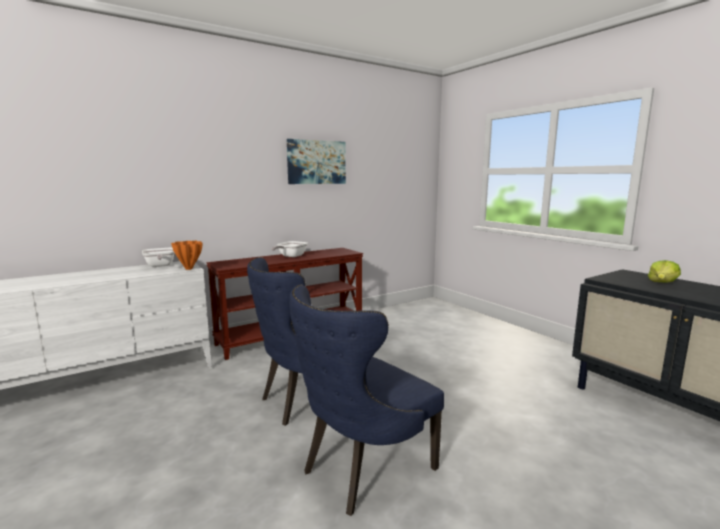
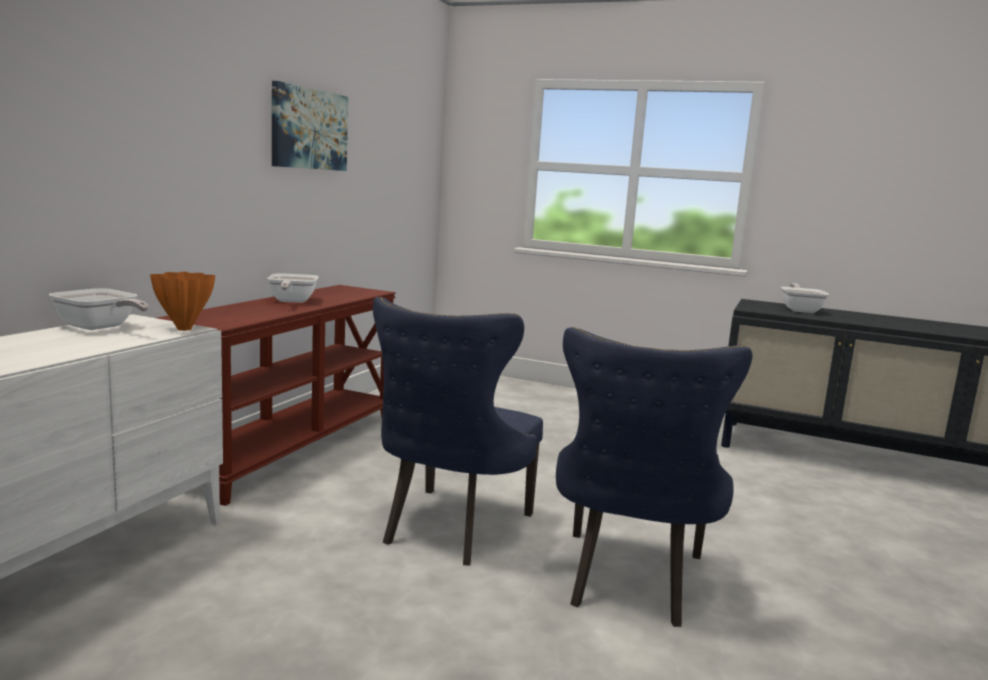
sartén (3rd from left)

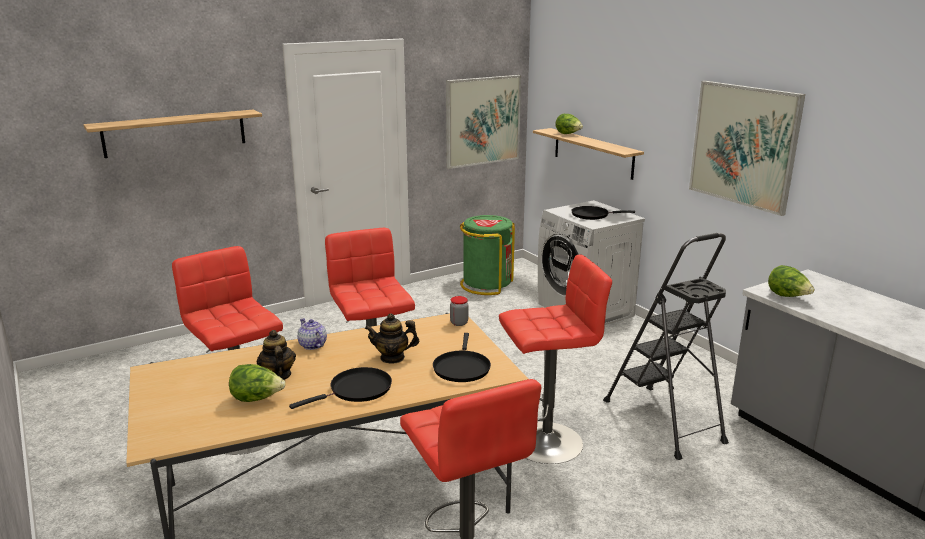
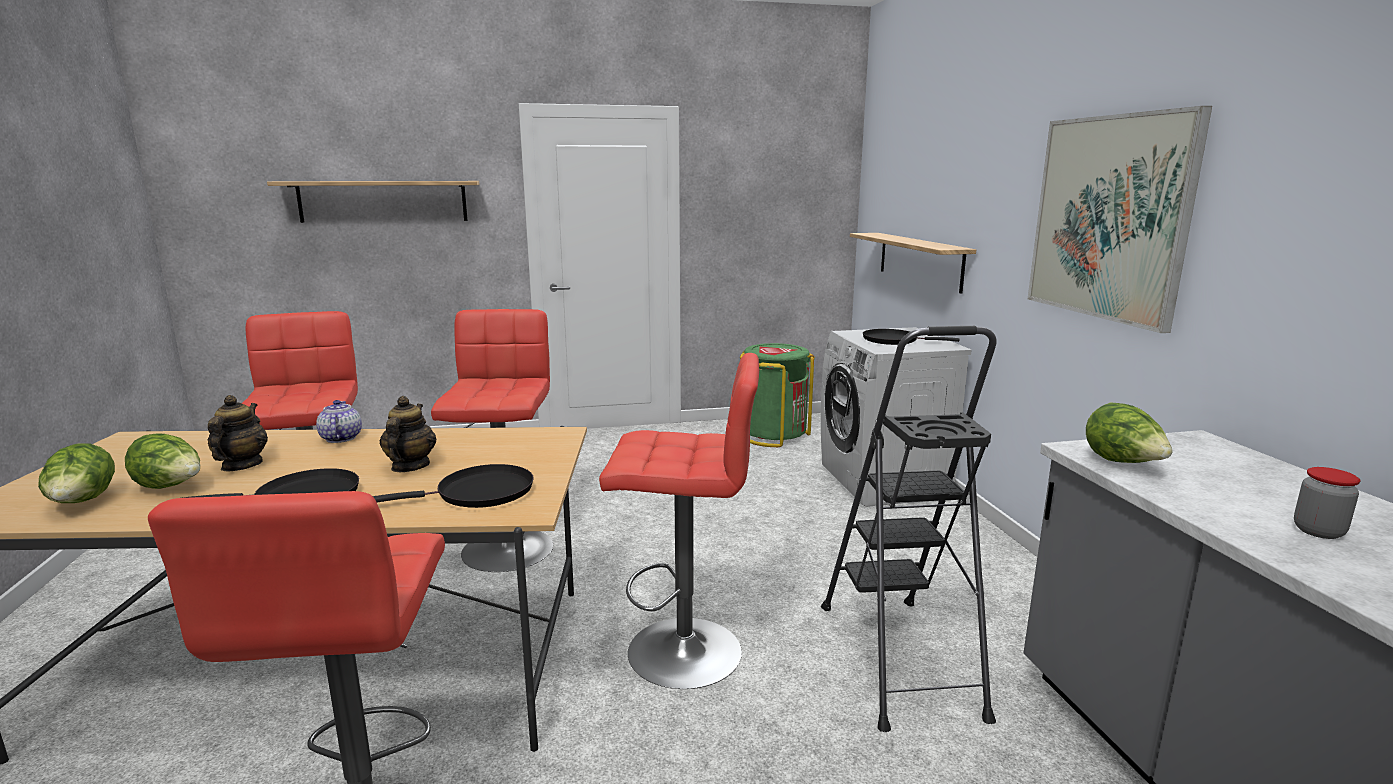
cuadro (1st from left in the first image)
lechuga (1st from left)
tarro
tetera (3rd from left)
sartén/negro (2nd from left)

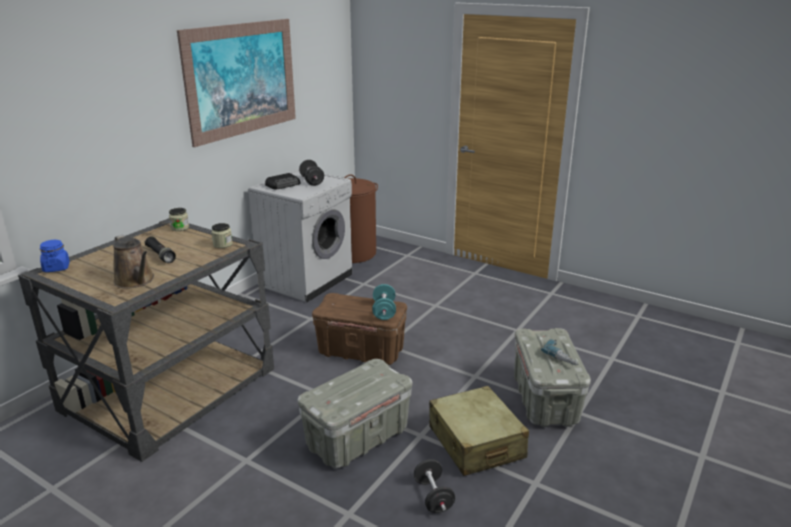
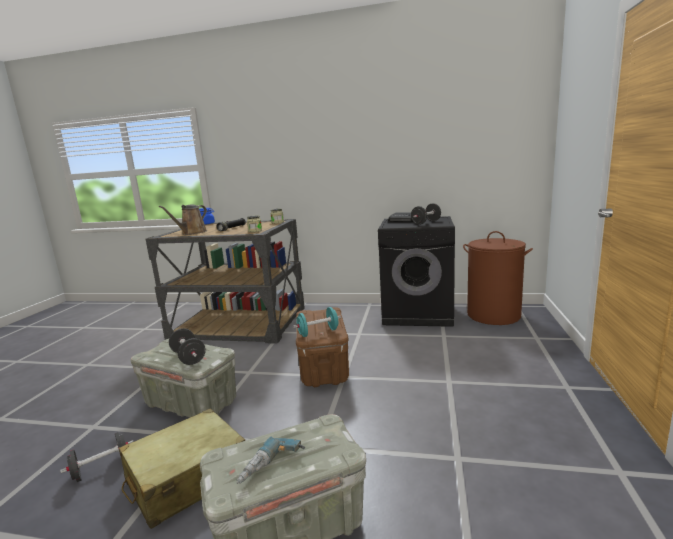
cuadro
lavadora/negro
mancuerna/negro (2nd from left)

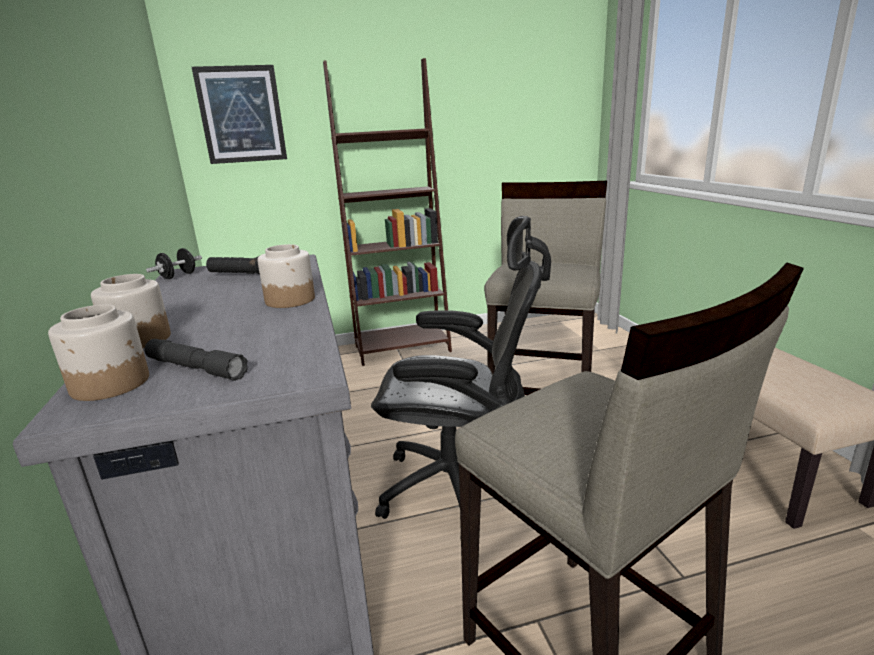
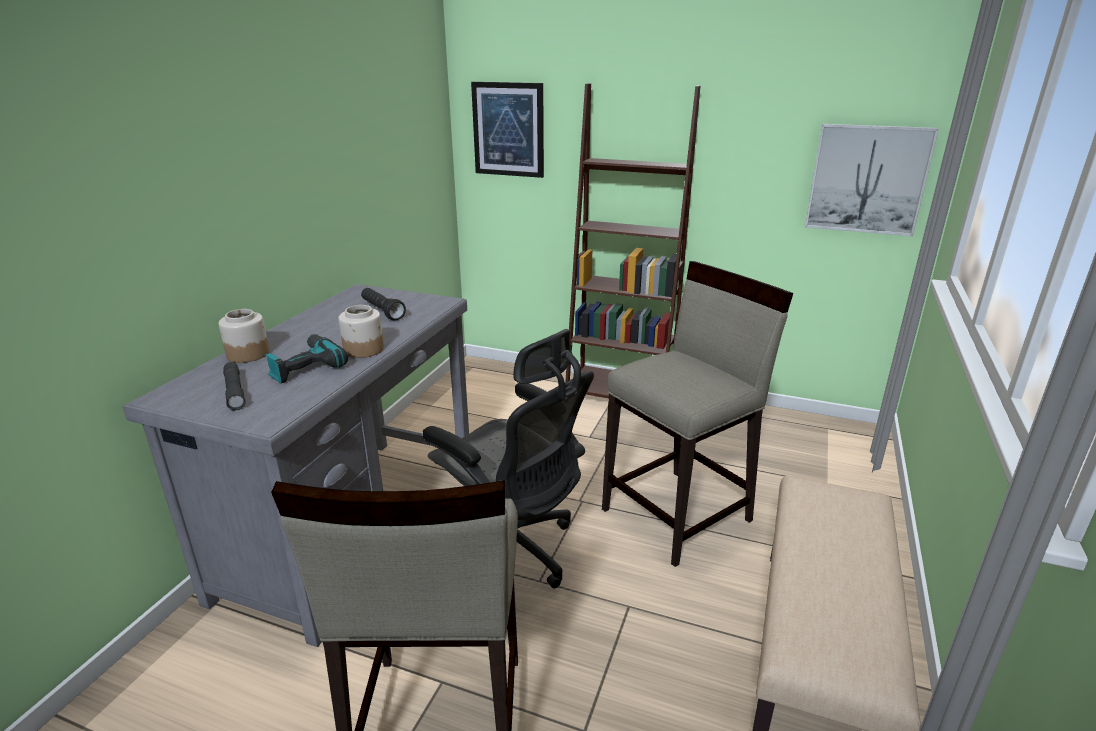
mancuerna/negro
tarro (1st from left in the first image)
cuadro (2nd from left)
taladro

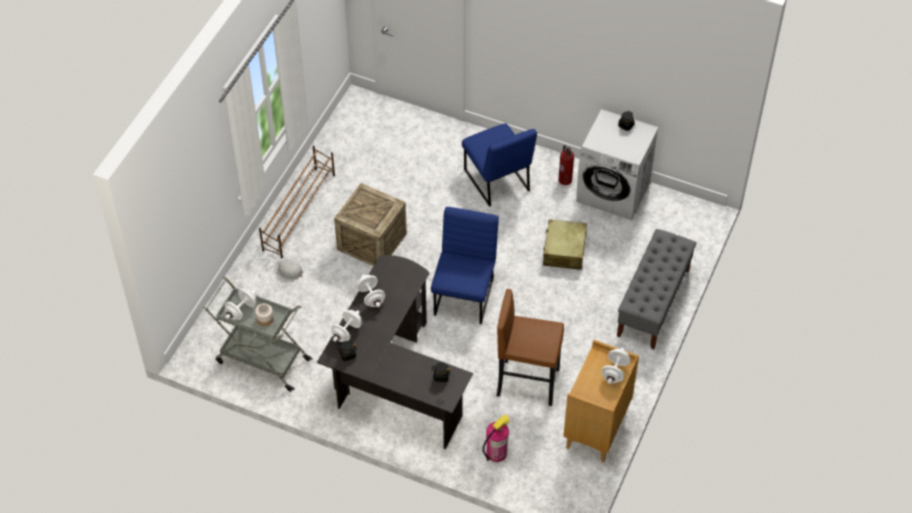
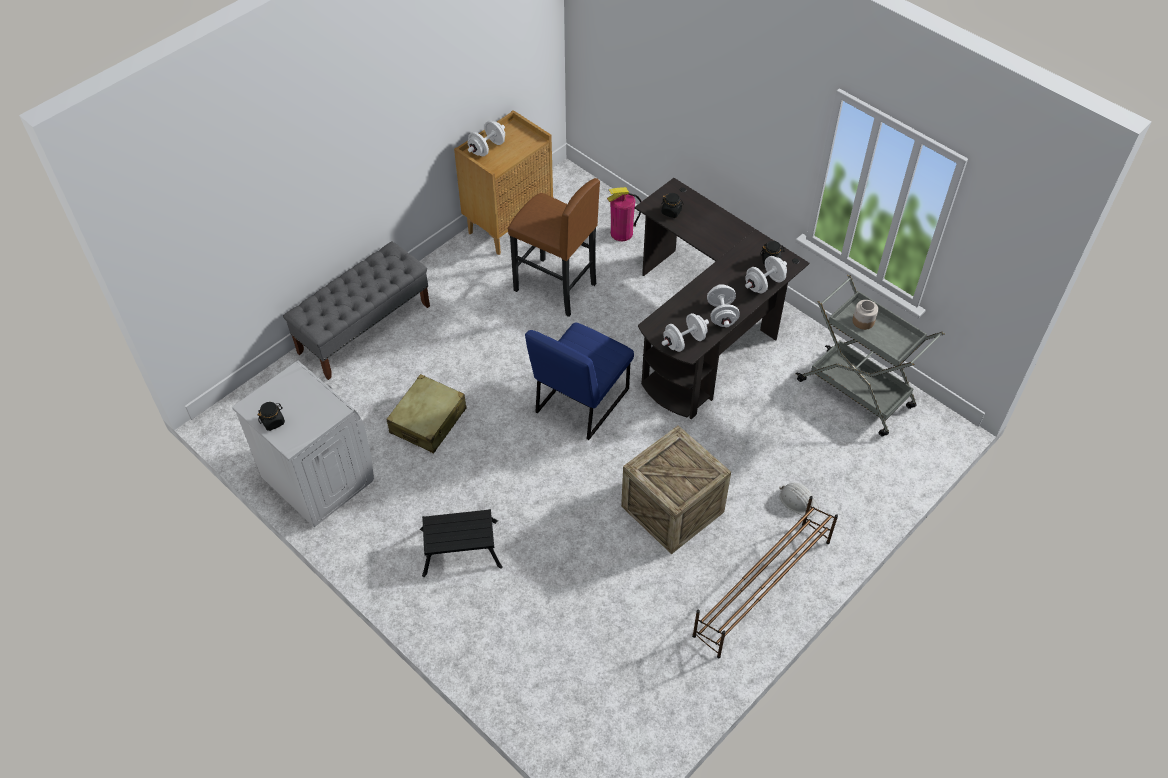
escalera de tijera/negro
extintor (2nd from left in the first image)
mancuerna/blanco (2nd from left)

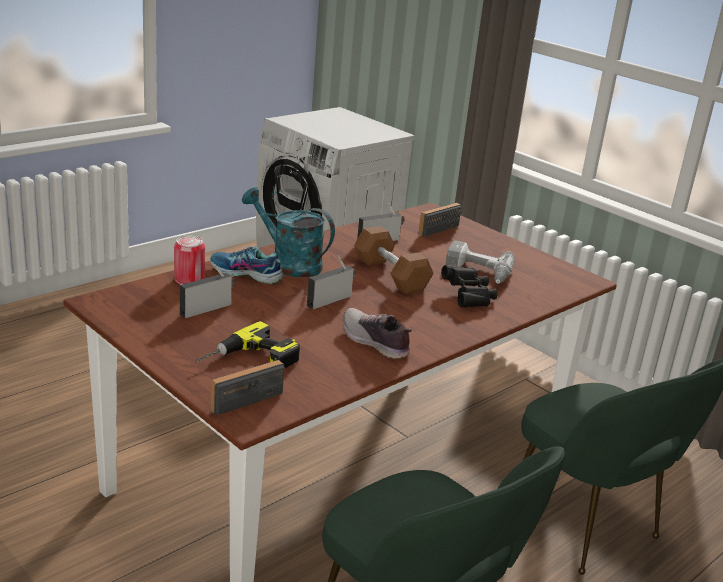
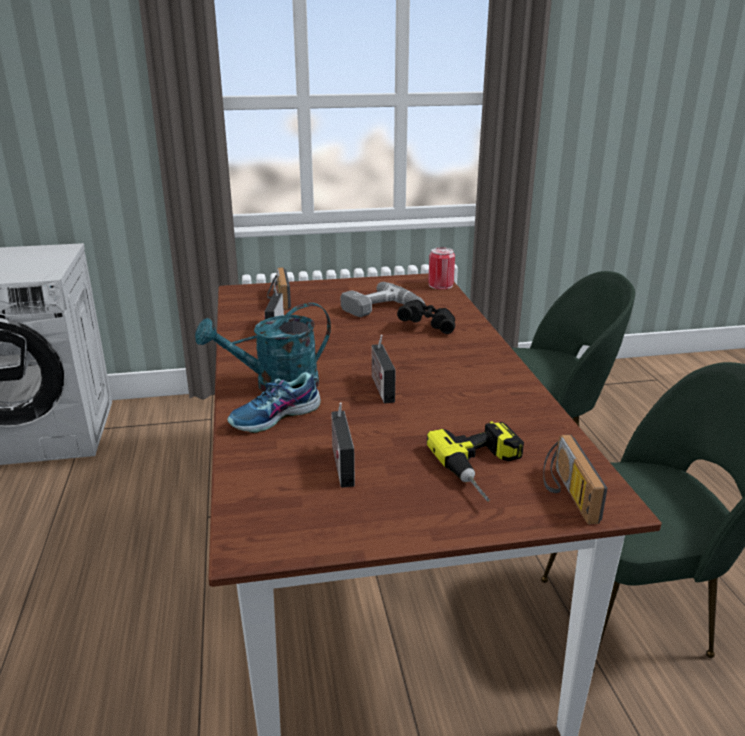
mancuerna/marrón
lata
zapato (2nd from left in the first image)

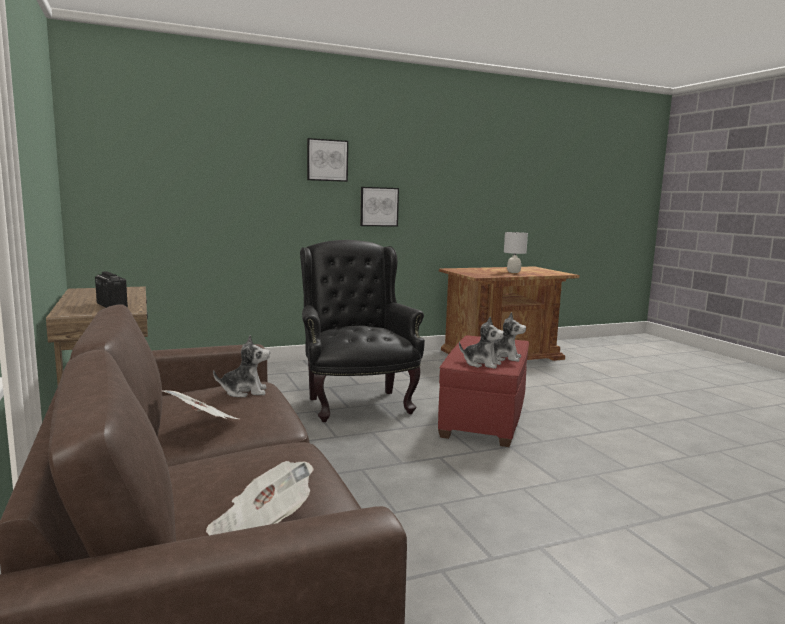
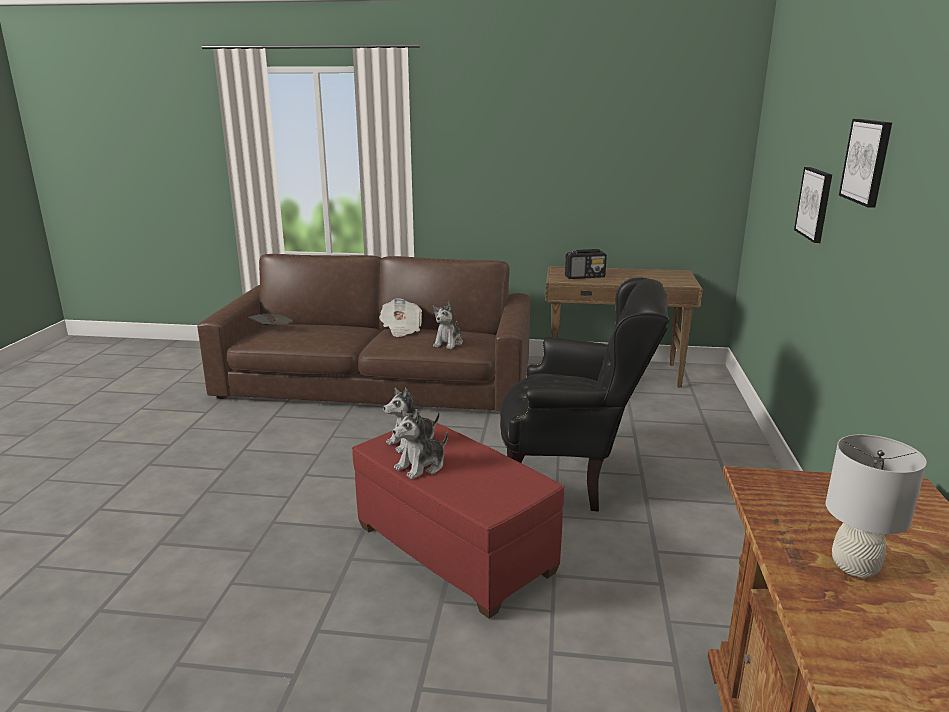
cuadro (1st from left)

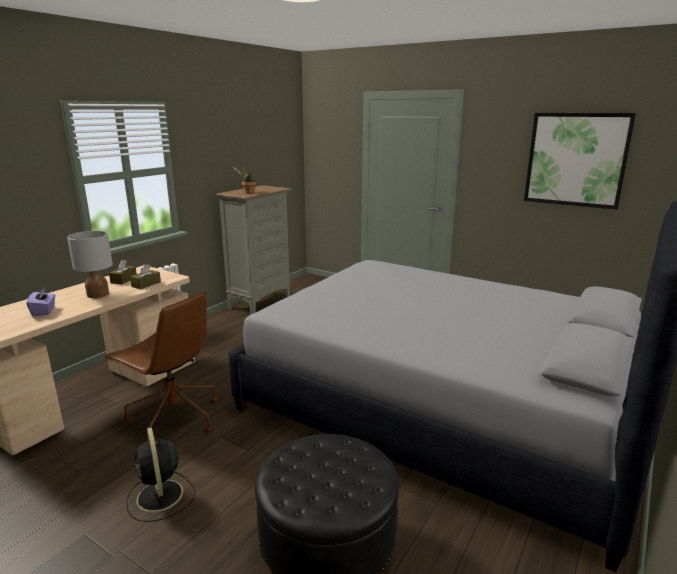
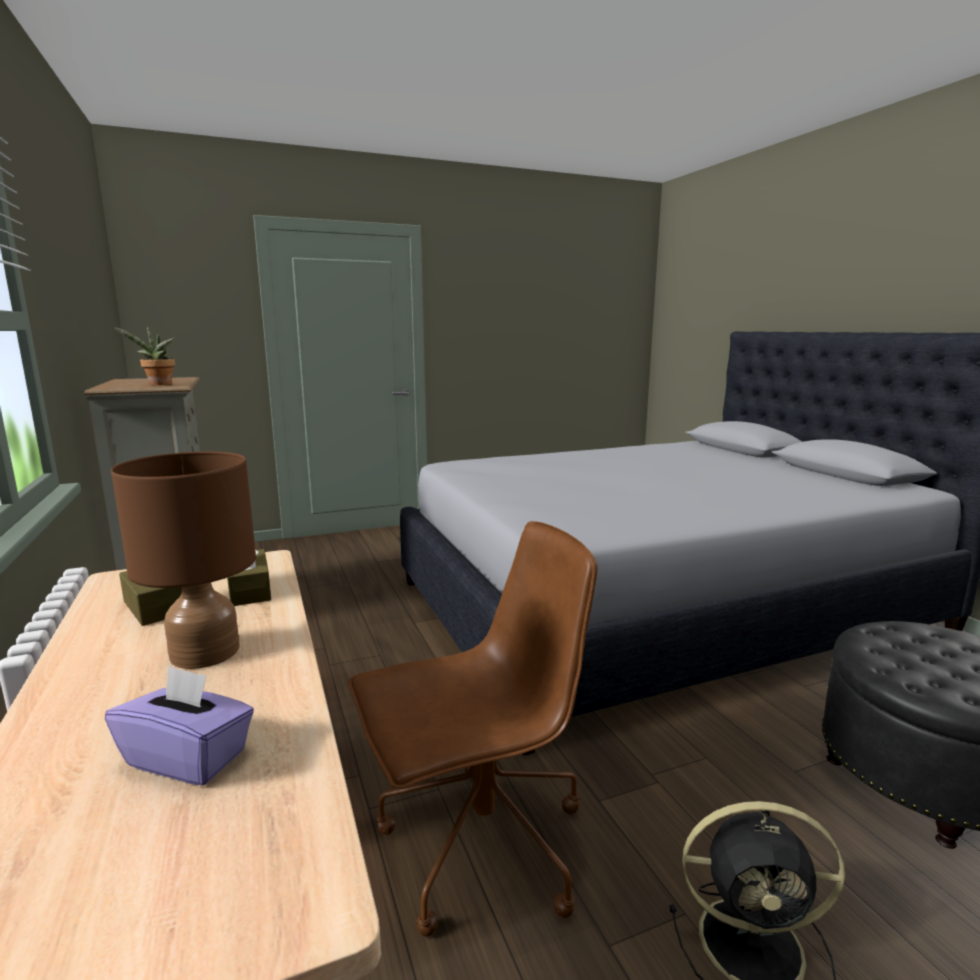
cuadro
lámpara de mesa/marrón

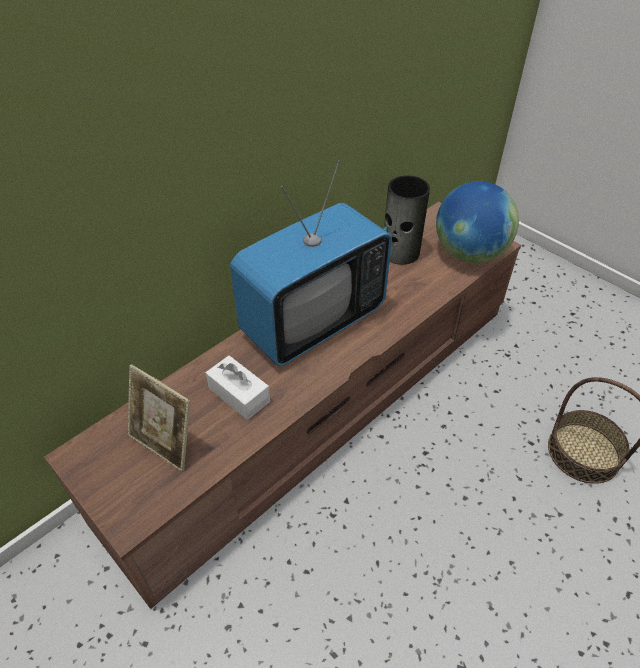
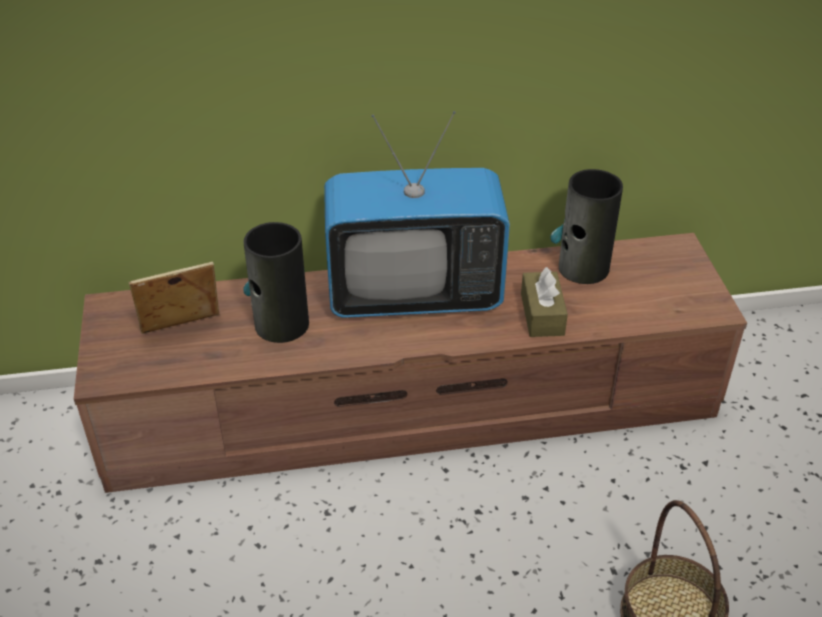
globo terráqueo
florero (1st from left)
portarretratos
caja de pañuelos/marrón

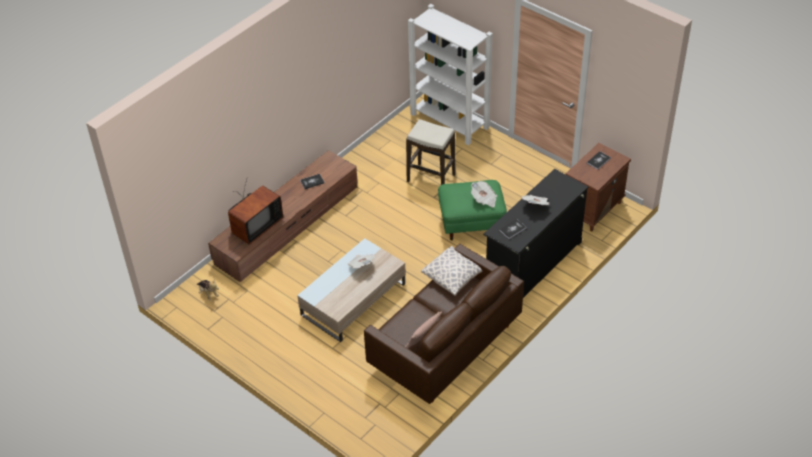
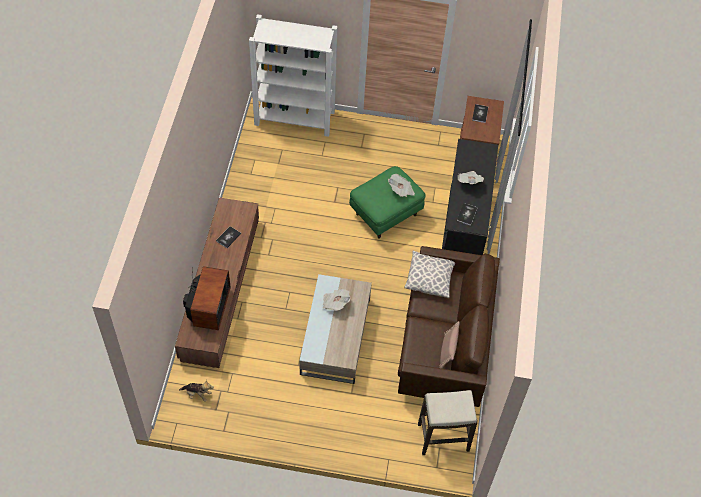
taburete

